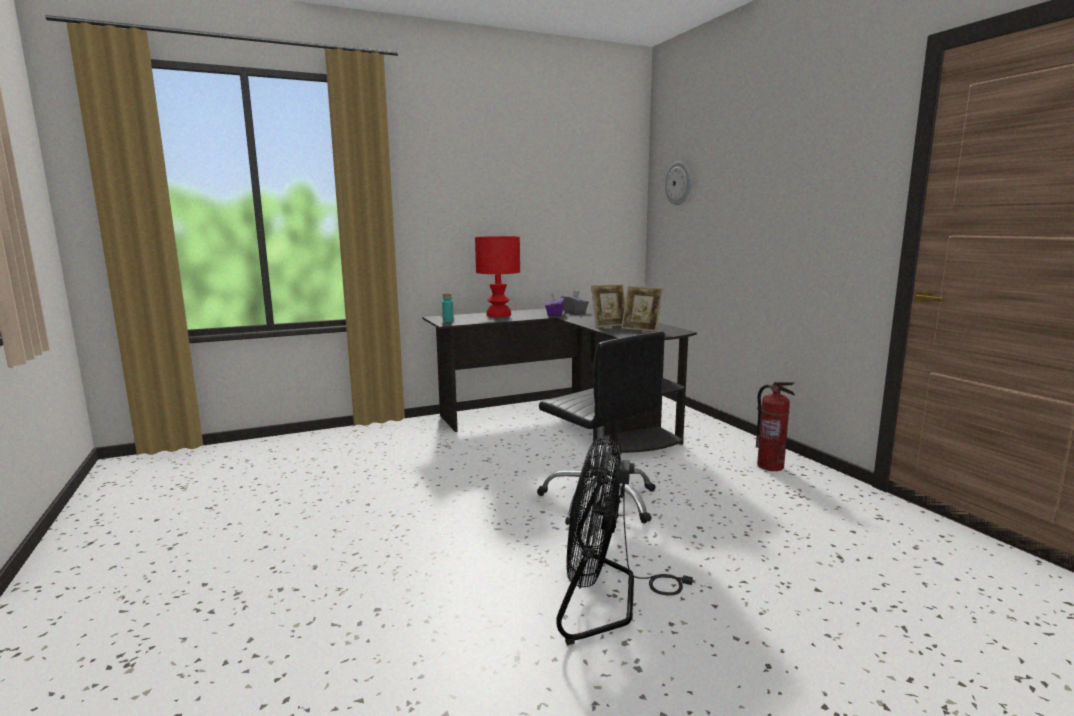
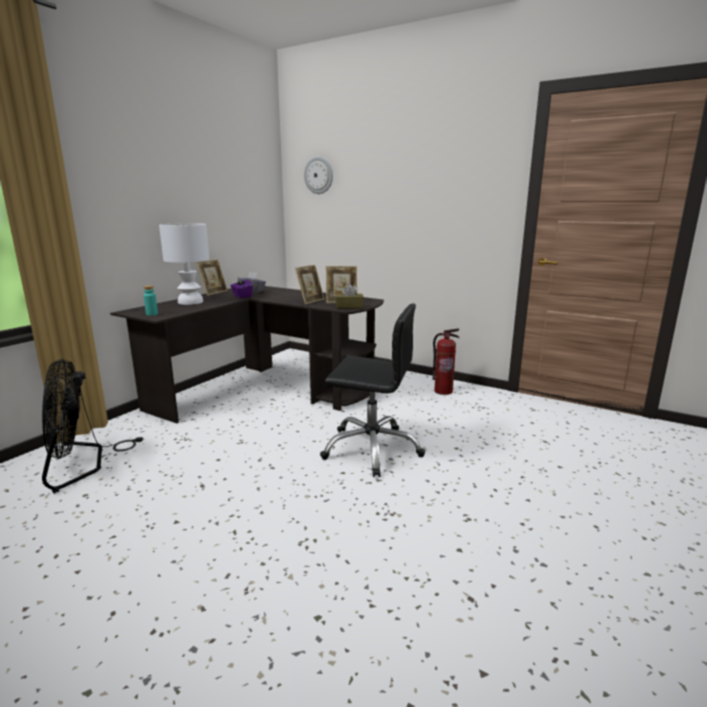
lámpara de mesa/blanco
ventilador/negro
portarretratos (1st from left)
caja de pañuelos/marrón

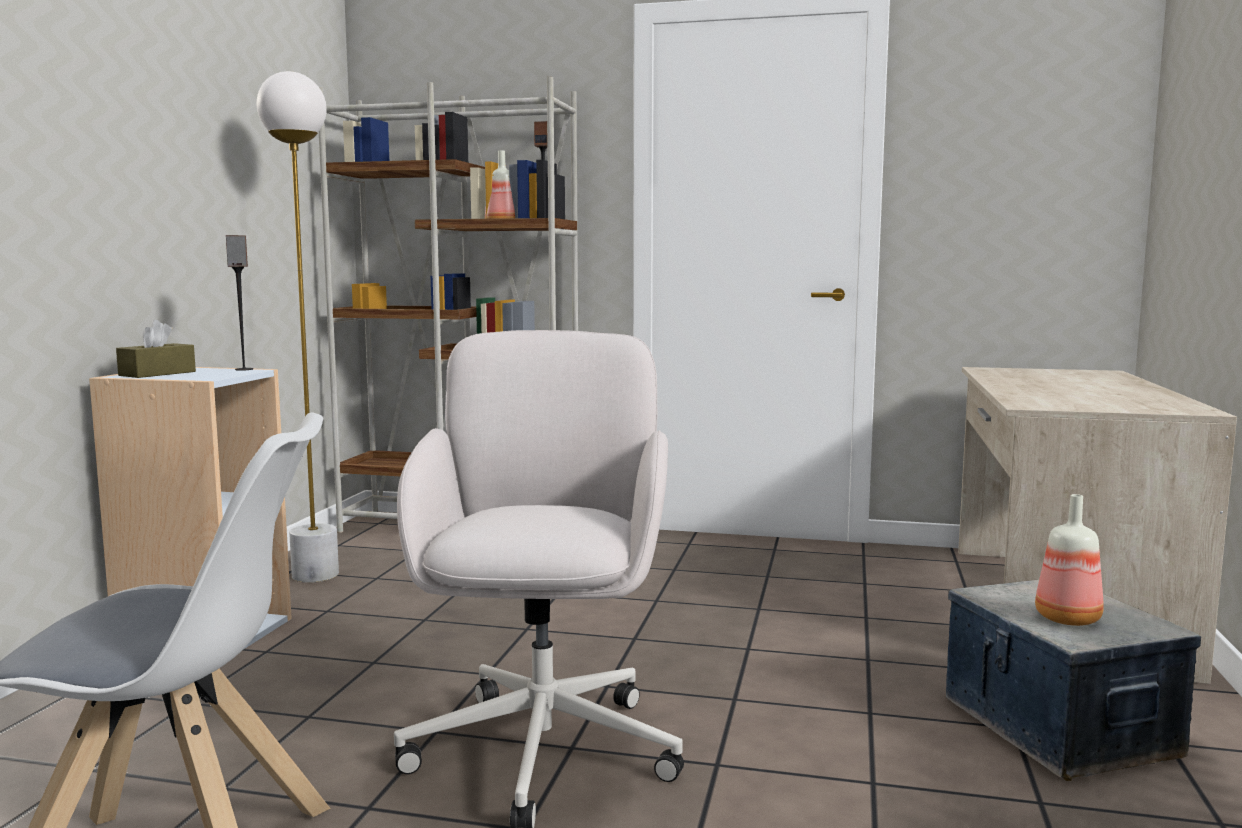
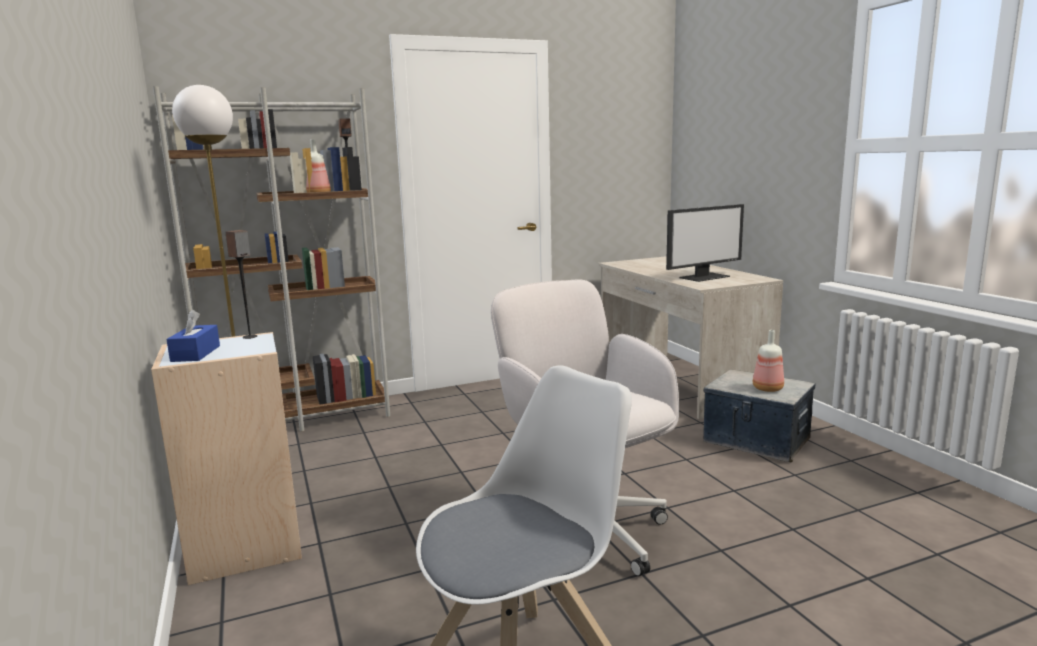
caja de pañuelos/azul
monitor

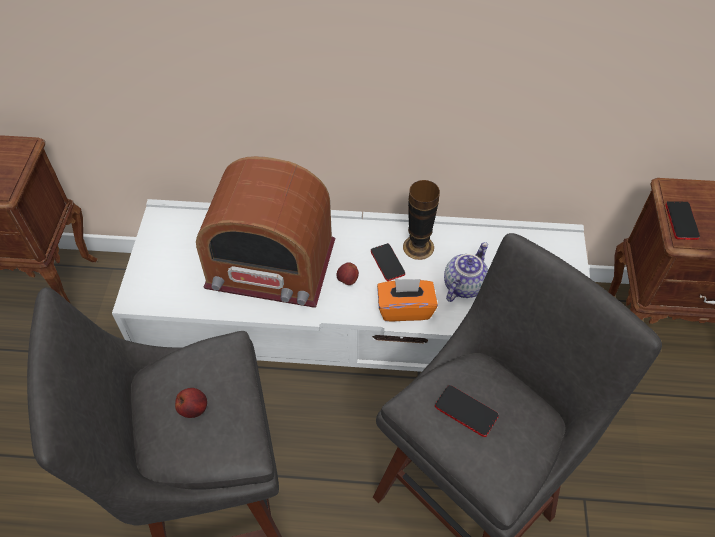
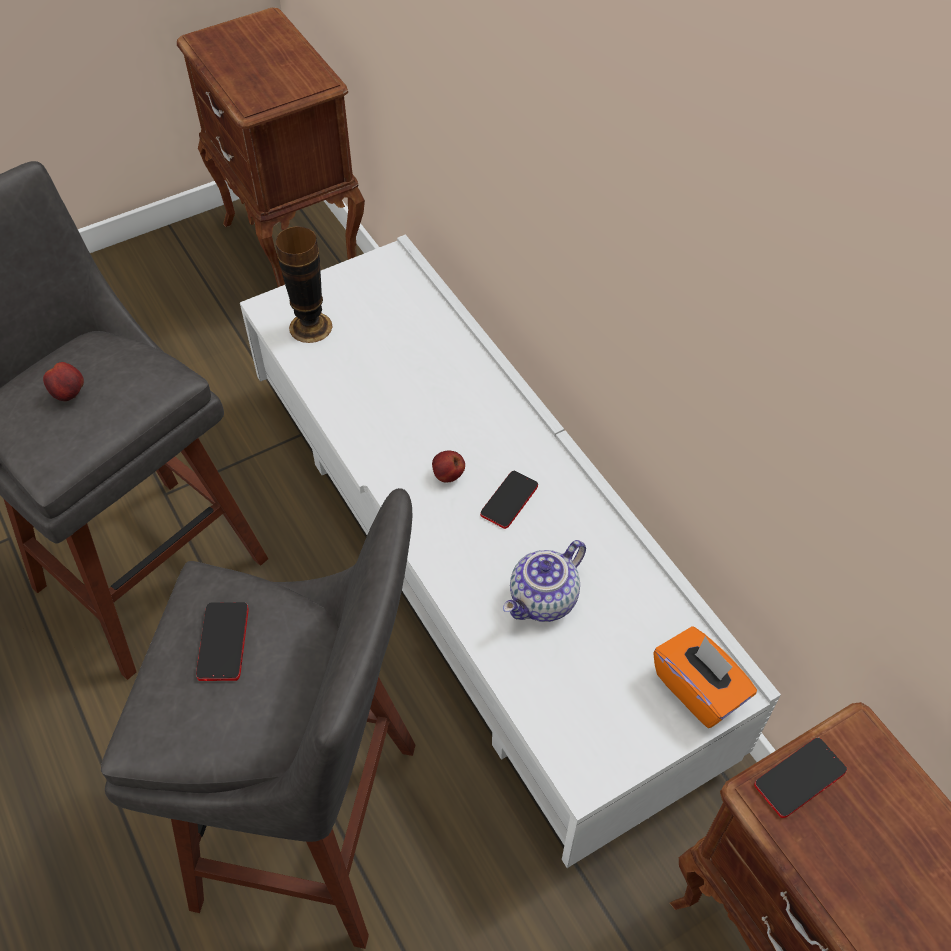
radio
florero
tetera
caja de pañuelos/naranja

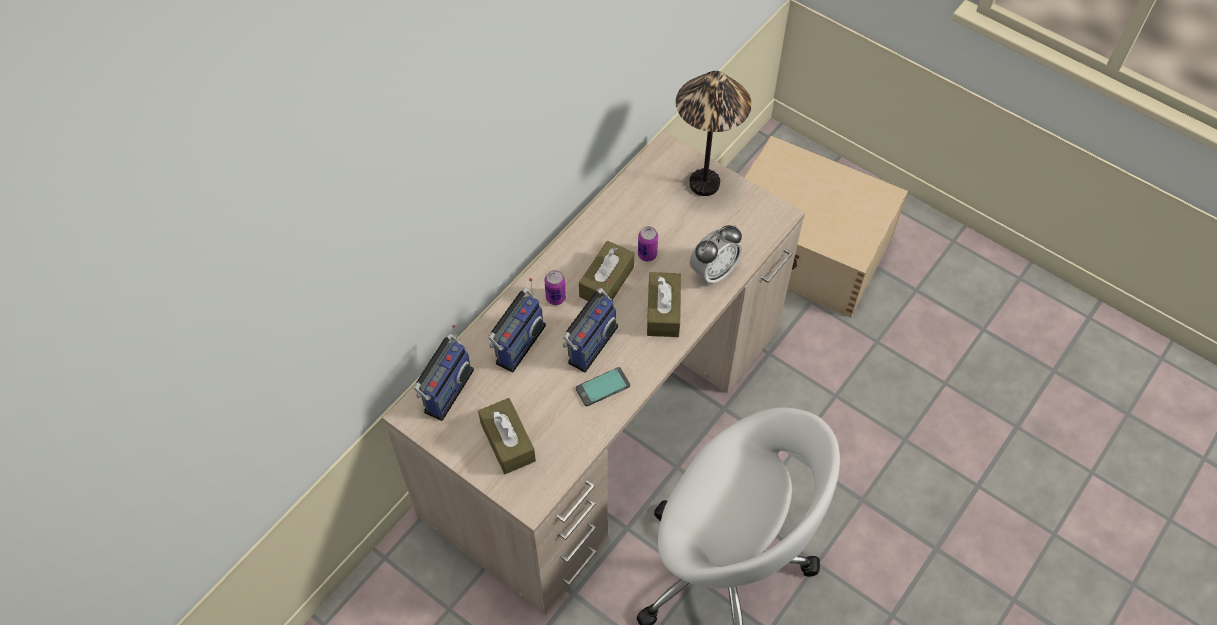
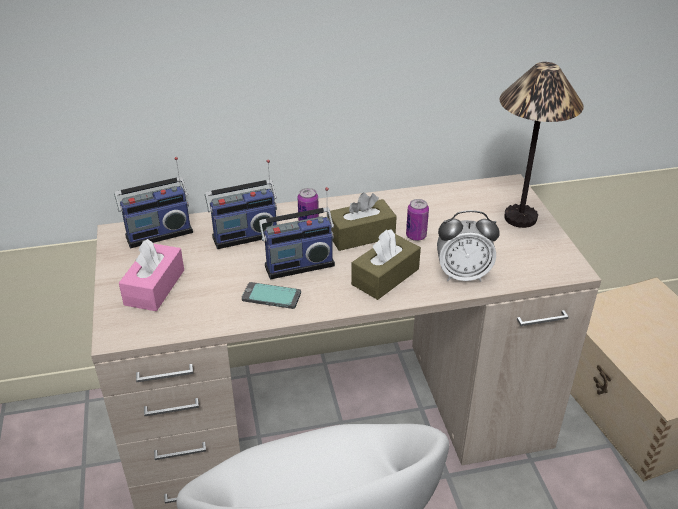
caja de pañuelos/rosa

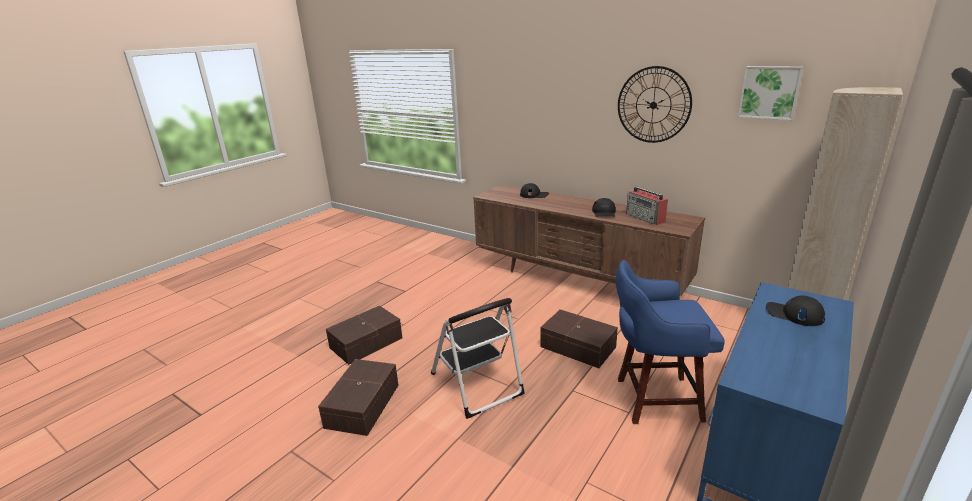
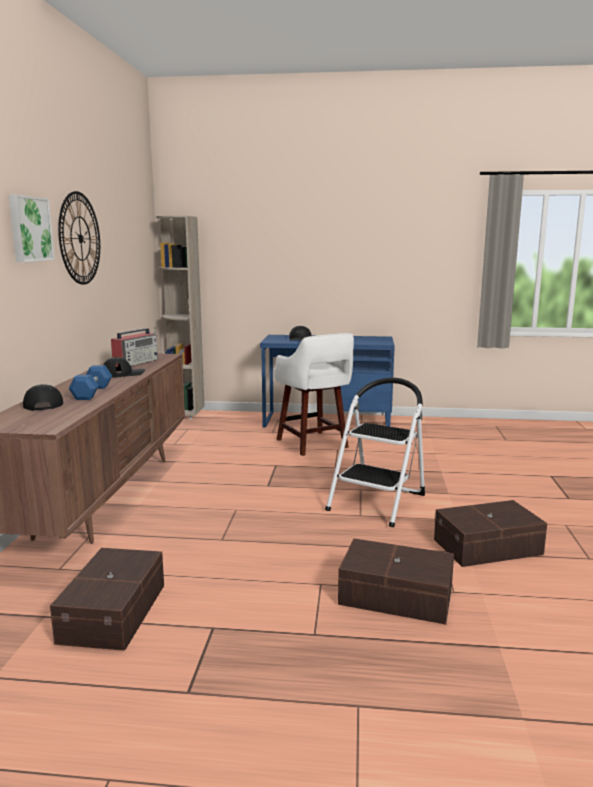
cuadro
taburete/blanco
caja de almacenaje/marrón (1st from left)
mancuerna/azul

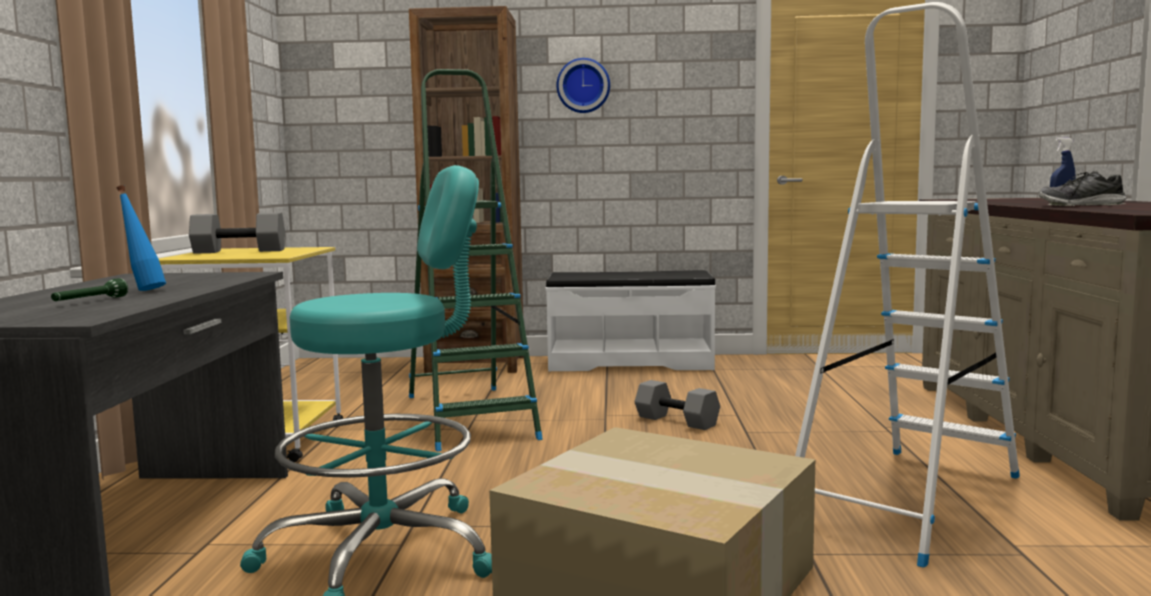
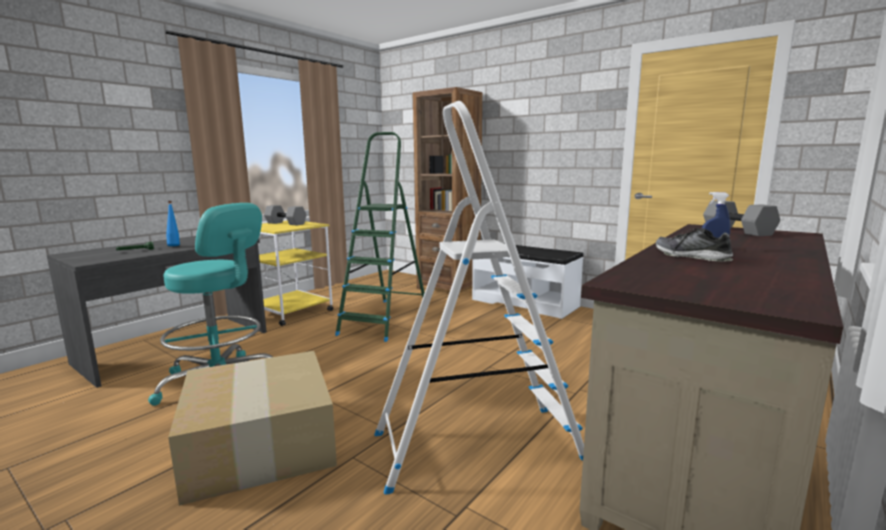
reloj de pared
mancuerna/gris (2nd from left)

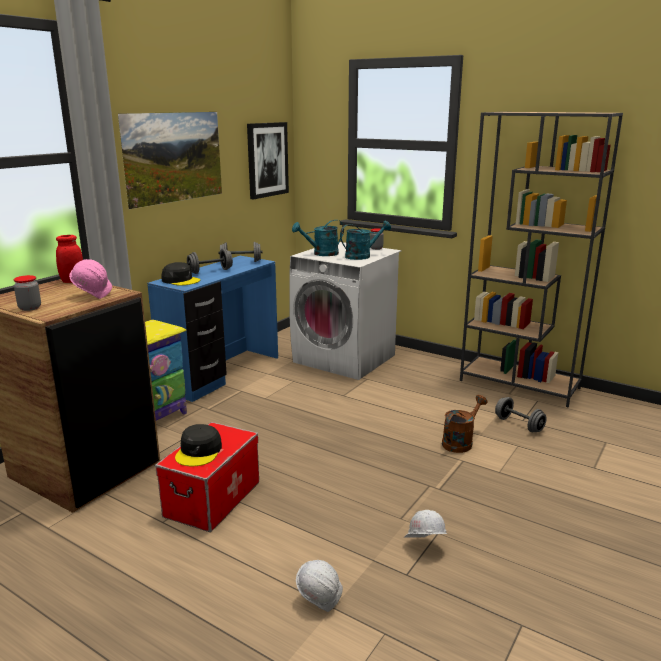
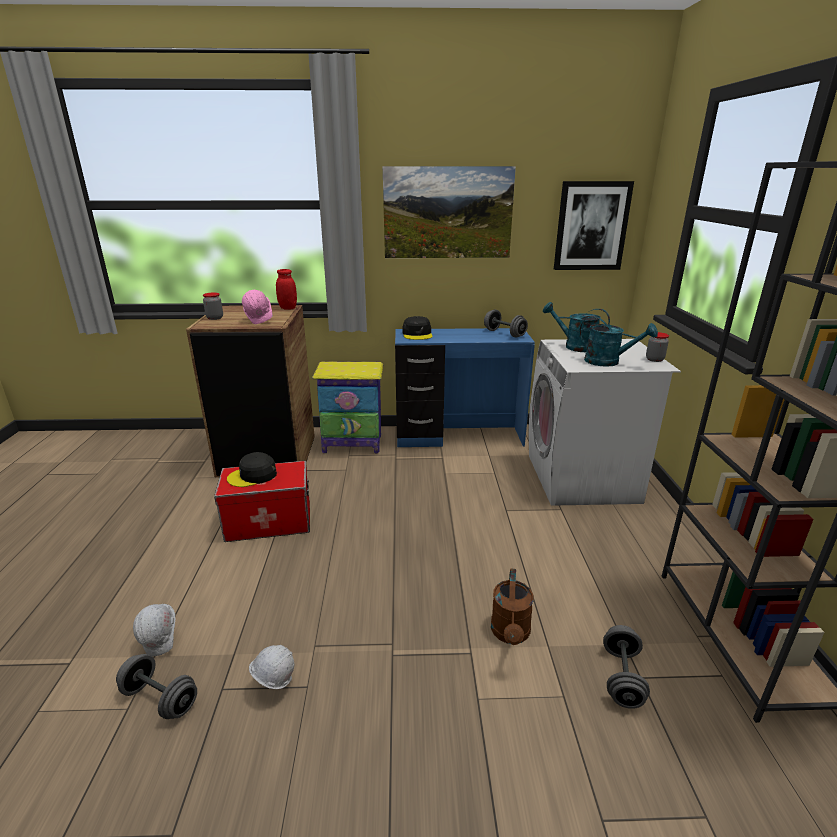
mancuerna/gris (1st from left)
regadera/marrón

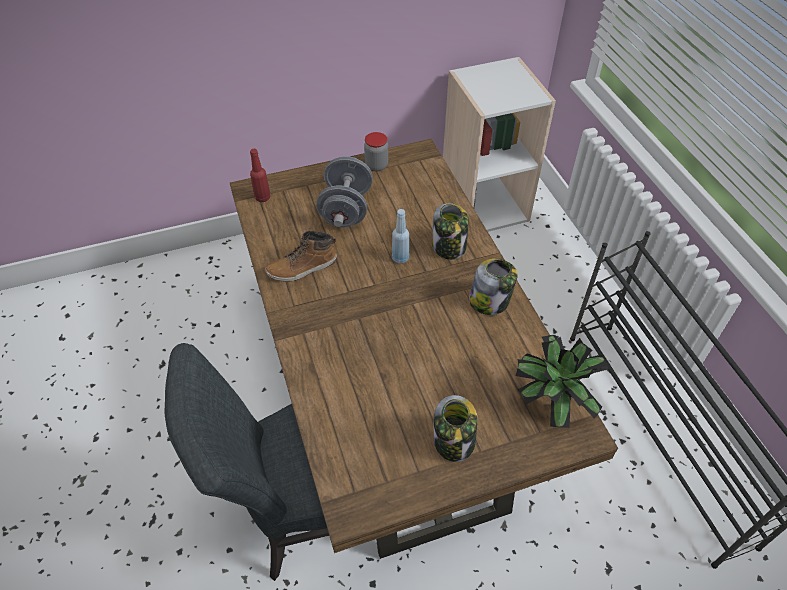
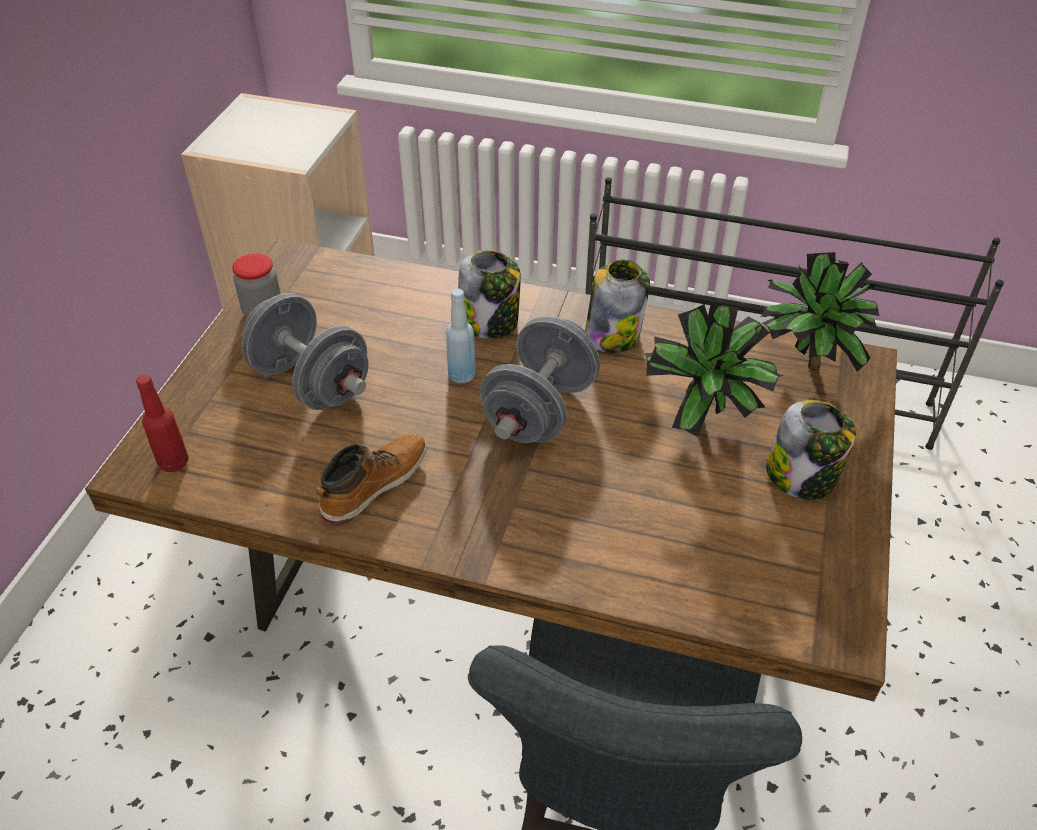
bota
planta en maceta (1st from left)
mancuerna/gris (2nd from left)

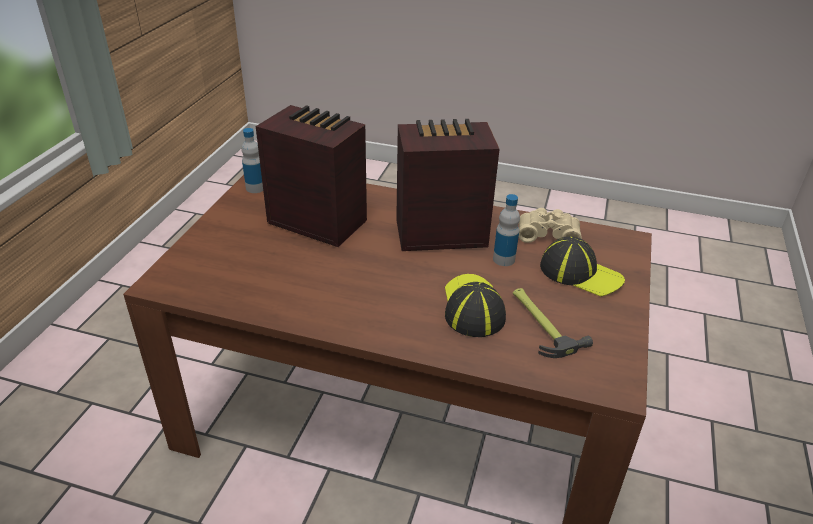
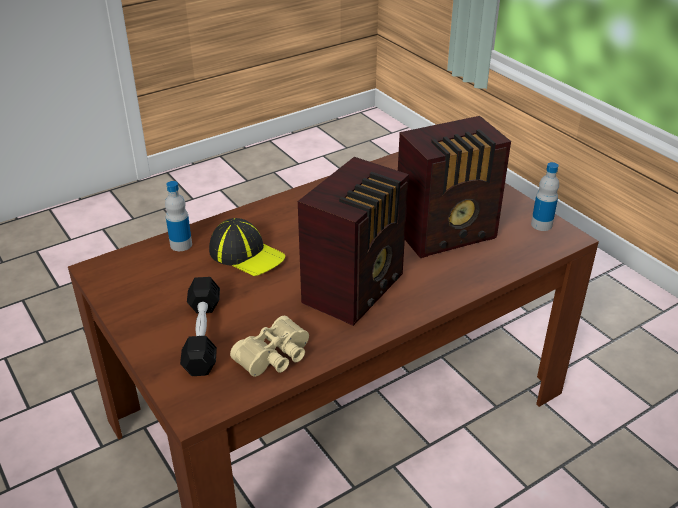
botella (1st from left)
mancuerna/negro
martillo

